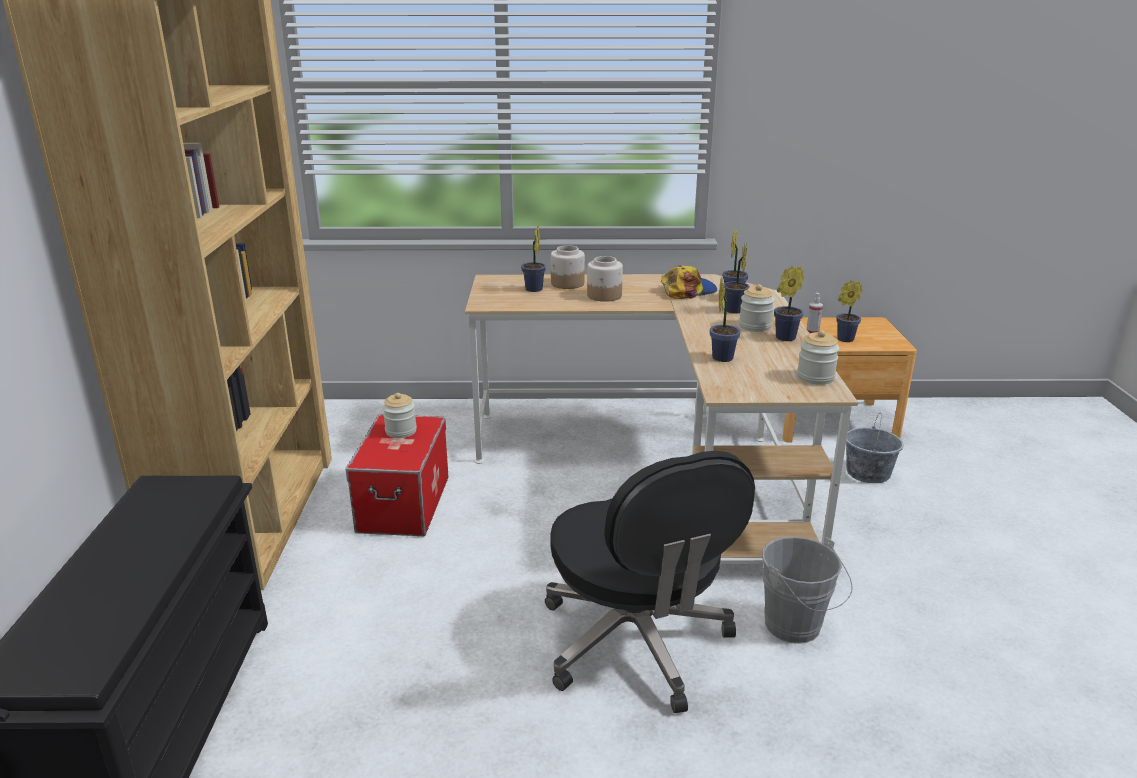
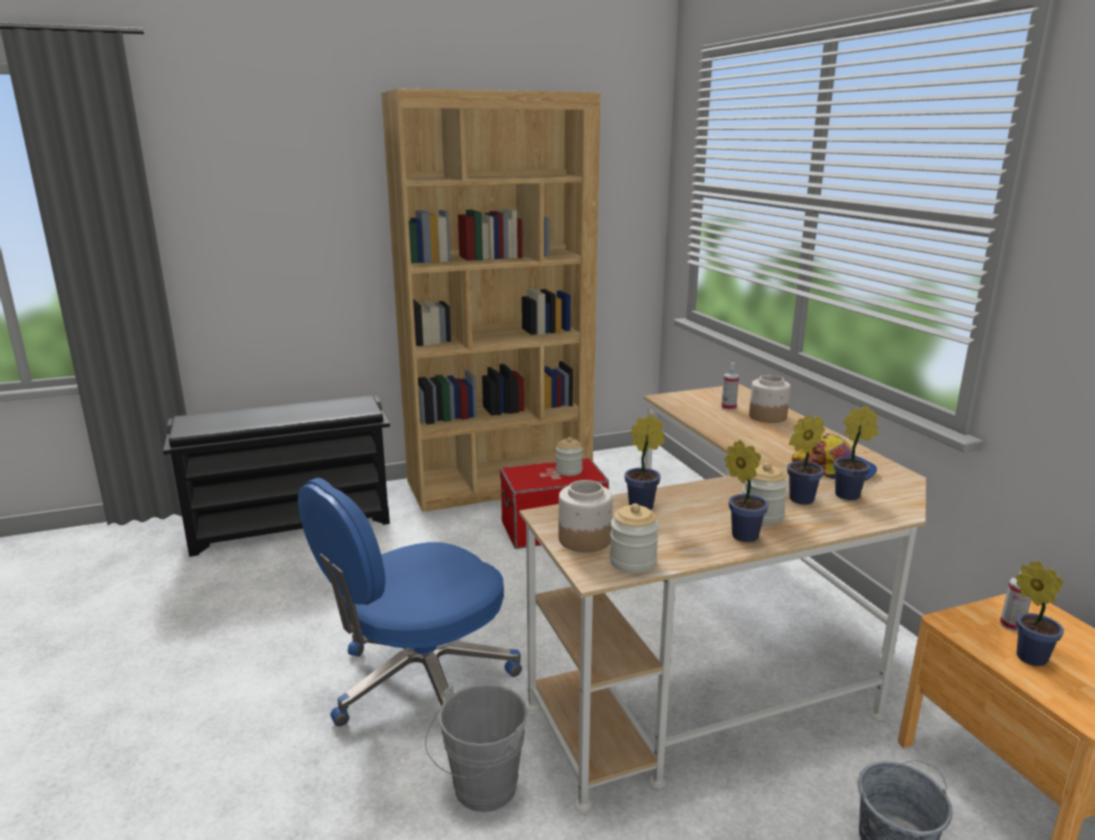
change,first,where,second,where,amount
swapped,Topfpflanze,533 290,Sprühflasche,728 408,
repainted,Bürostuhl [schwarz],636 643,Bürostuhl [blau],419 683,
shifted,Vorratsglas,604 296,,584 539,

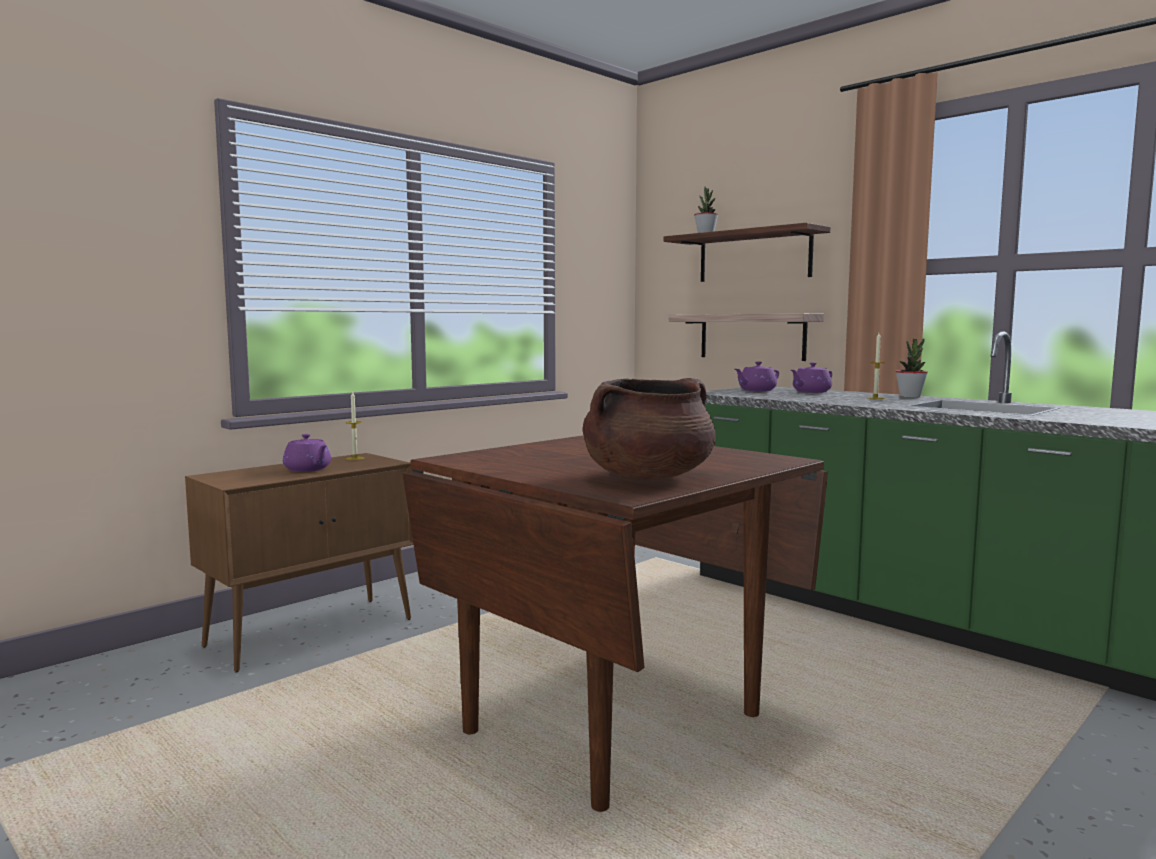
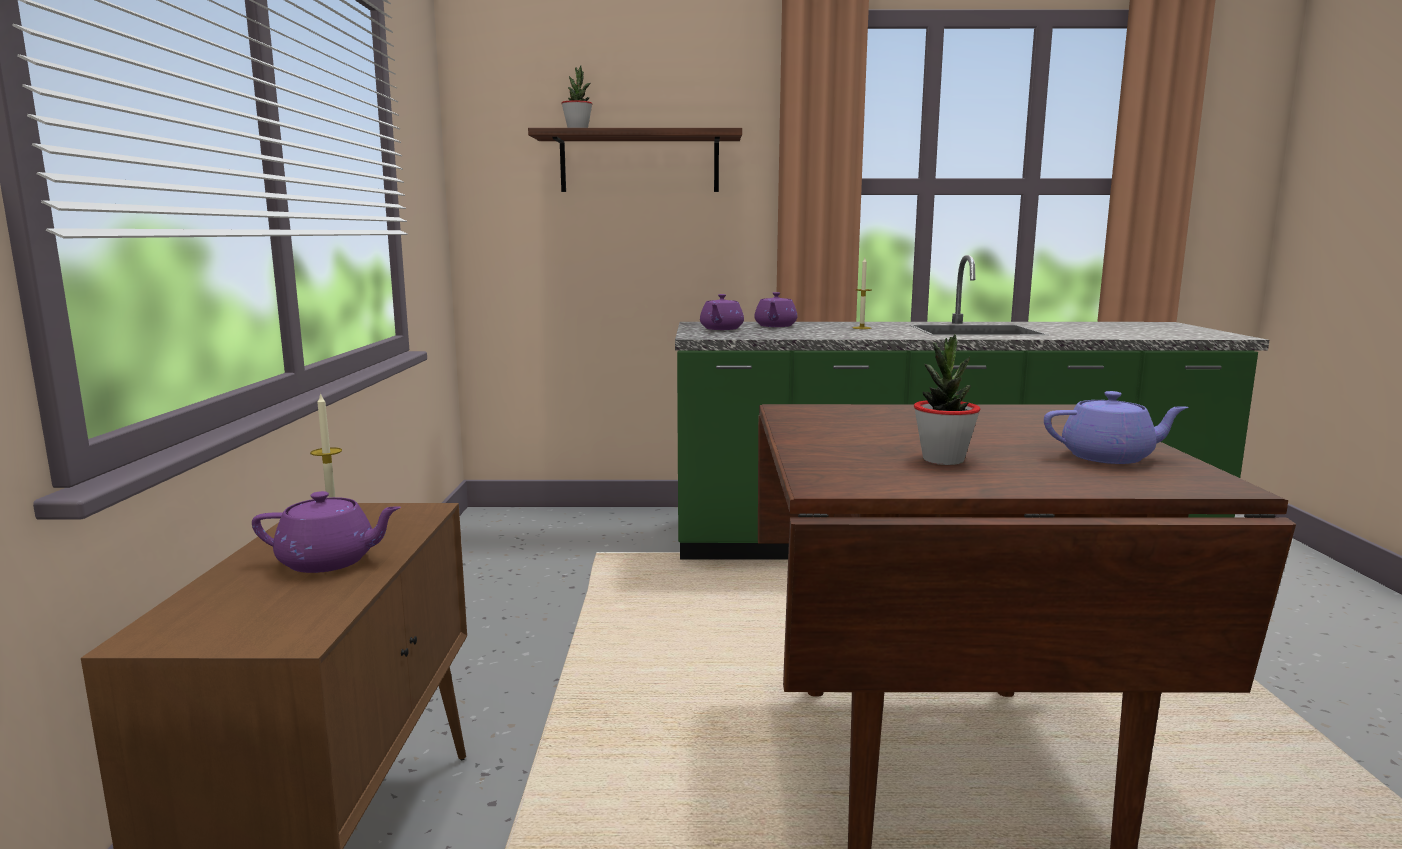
change,first,where,second,where,amount
swapped,Kochtopf [braun],648 477,Teekanne [lila],1109 457,
gone,Wandregal,752 336,,,
shifted,Topfpflanze,910 396,,943 460,

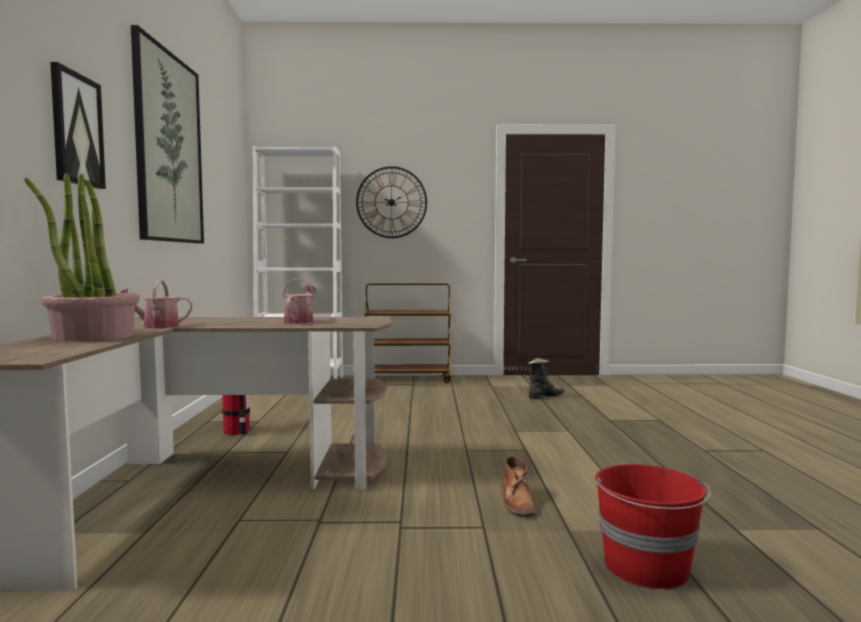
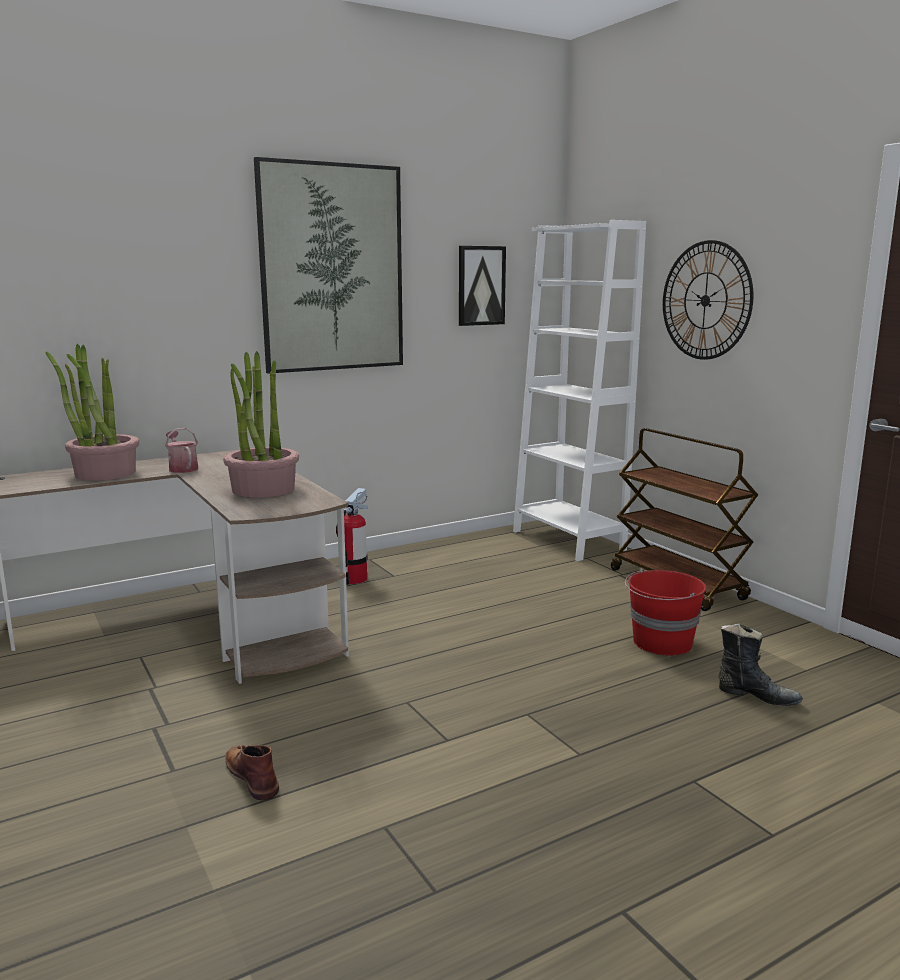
change,first,where,second,where,amount
shifted,Bild,76 129,,481 285,
swapped,Gießkanne,300 321,Topfpflanze,263 489,
rotated,Stiefel [braun],517 502,,252 775,90 degrees clockwise
shifted,Eimer [rot],647 568,,661 643,

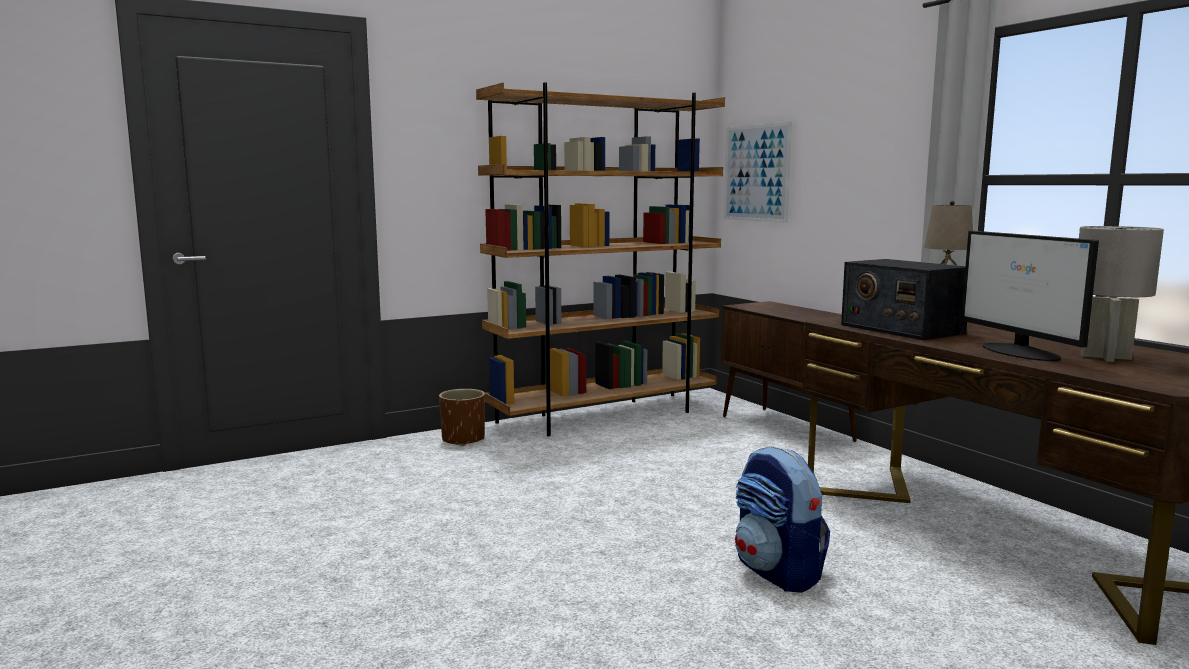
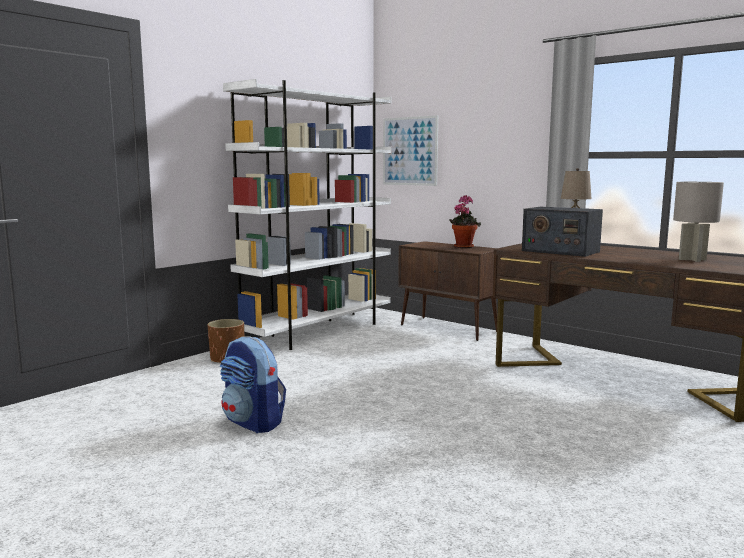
change,first,where,second,where,amount
repainted,Bücherregal [braun],605 415,Bücherregal [weiß],318 331,
shifted,Rucksack,778 572,,253 422,
gone,Monitor,1021 352,,,
new,,,Topfpflanze,463 246,

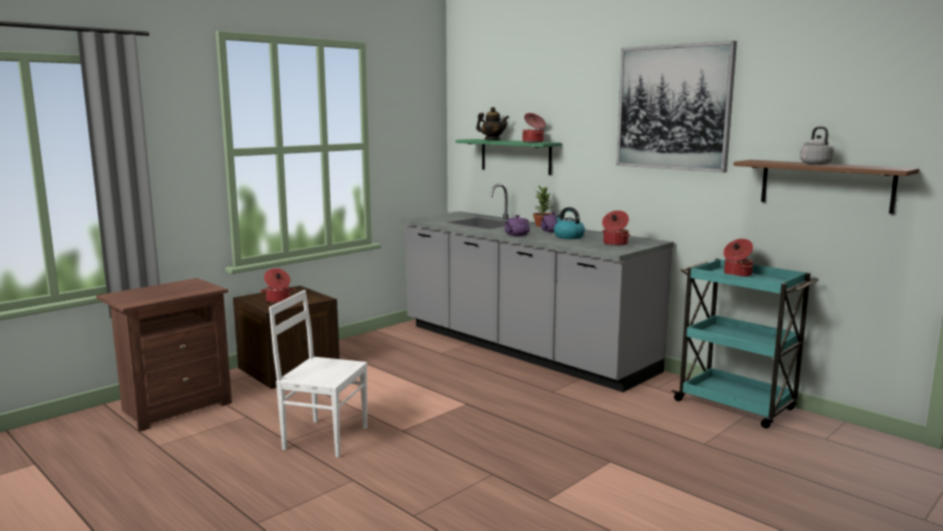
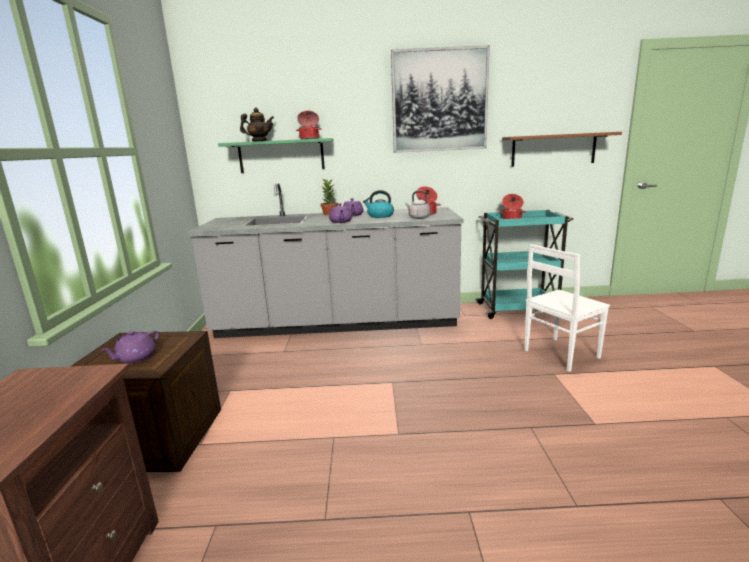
change,first,where,second,where,amount
swapped,Kochtopf,278 300,Teekanne [lila],135 358,
shifted,Stuhl [weiß],325 437,,559 354,
shifted,Wasserkessel [grau],814 164,,418 218,

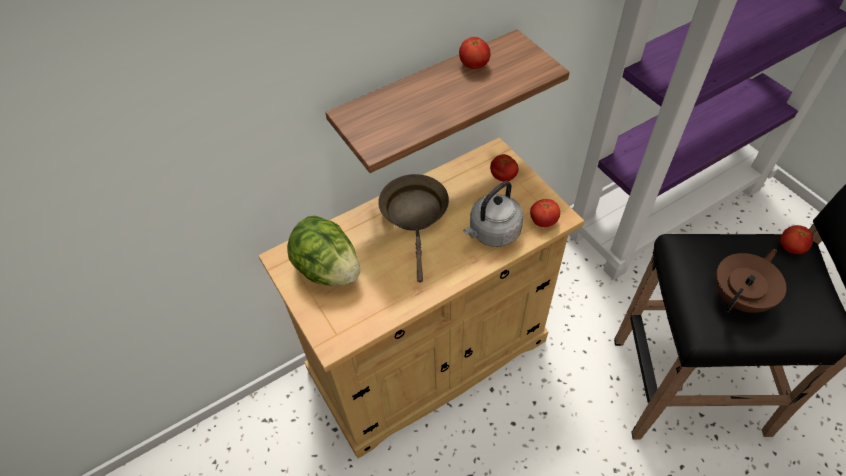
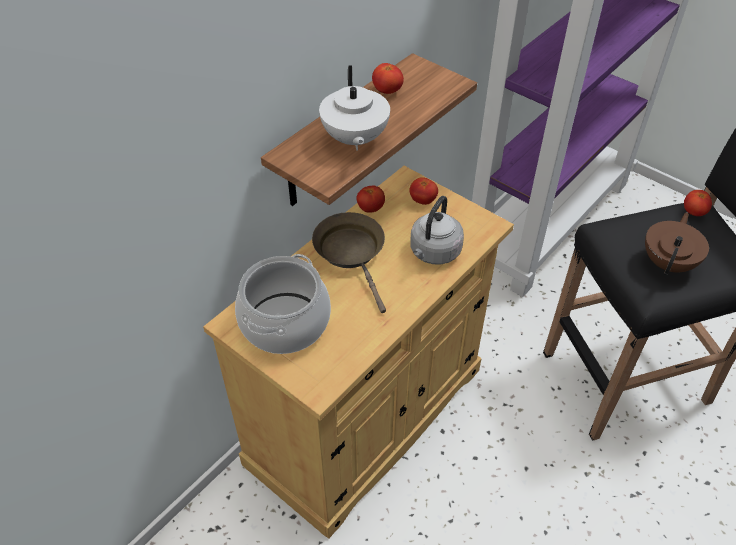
change,first,where,second,where,amount
swapped,Salatkopf,328 269,Kochtopf,284 322,
shifted,Tomate,543 221,,370 208,
new,,,Teekanne [weiß],354 139,

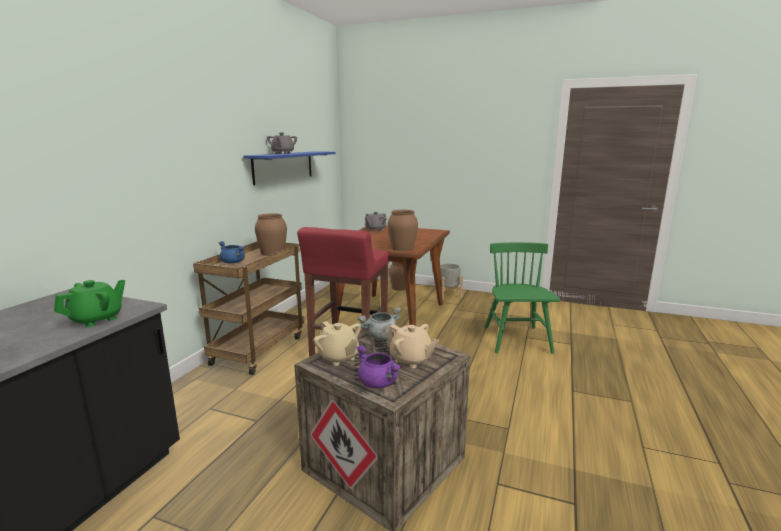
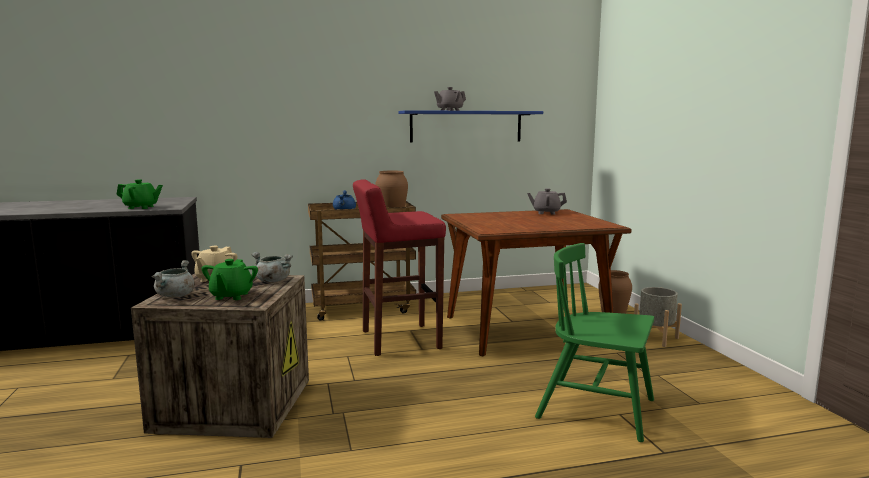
change,first,where,second,where,amount
repainted,Kochtopf [lila],379 384,Kochtopf [grau],175 296,
repainted,Teekanne [beige],411 360,Teekanne [grün],231 296,
gone,Vase [braun],402 248,,,
rotated,Stuhl [grün],516 340,,597 409,120 degrees counterclockwise

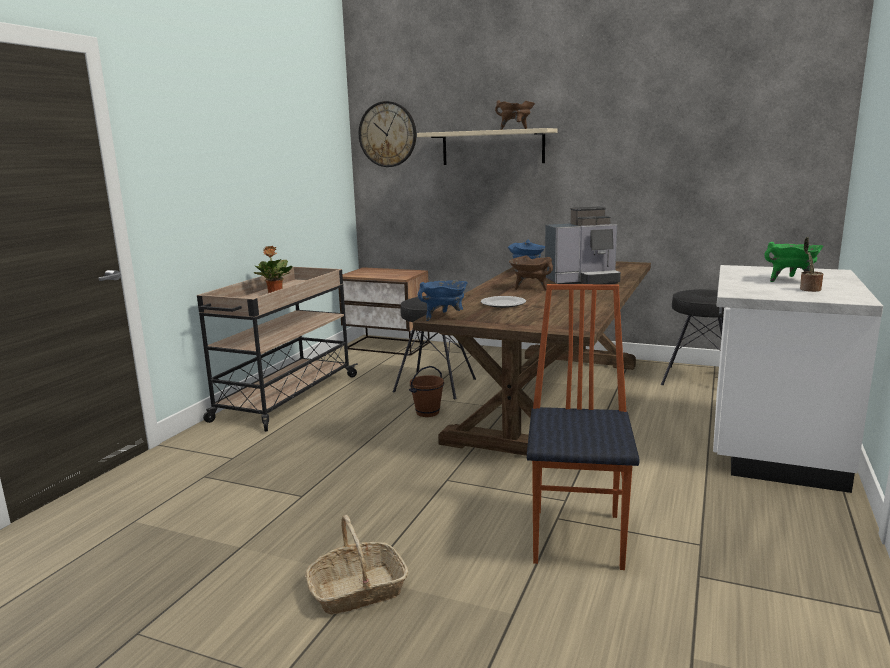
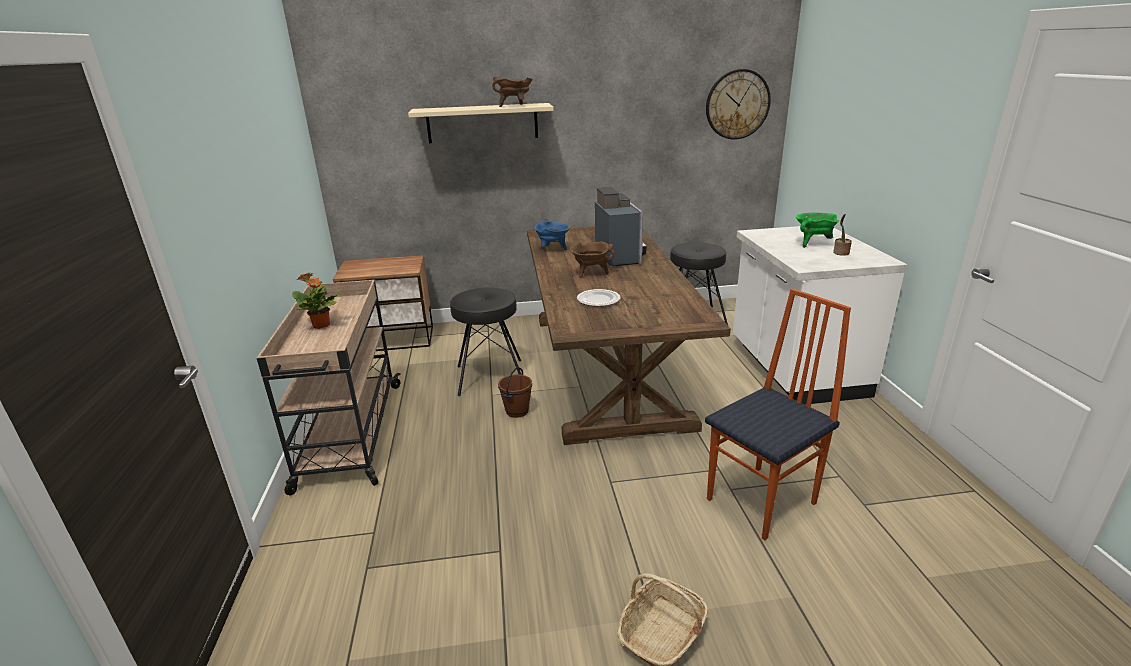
change,first,where,second,where,amount
shifted,Wanduhr,387 134,,737 104,
gone,Kochtopf [blau],444 317,,,
rotated,Stuhl,579 537,,763 501,75 degrees clockwise
rotated,Kaffeemaschine,583 281,,620 256,60 degrees counterclockwise

